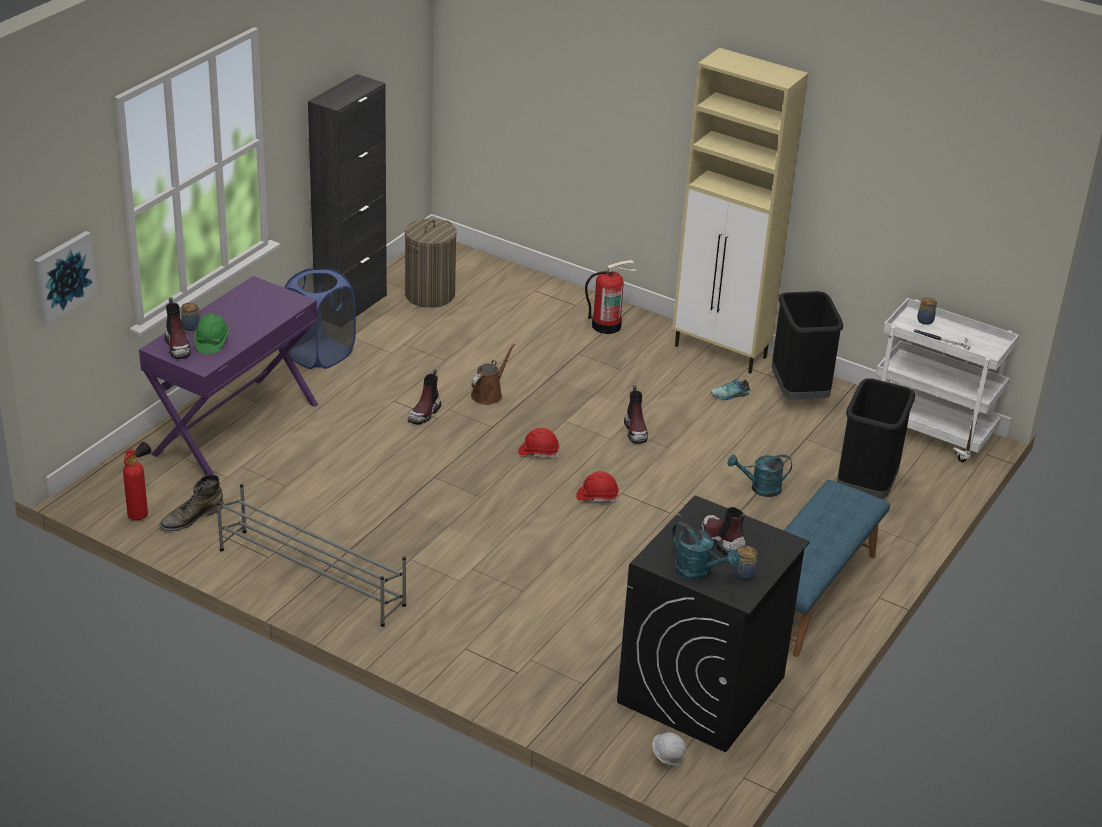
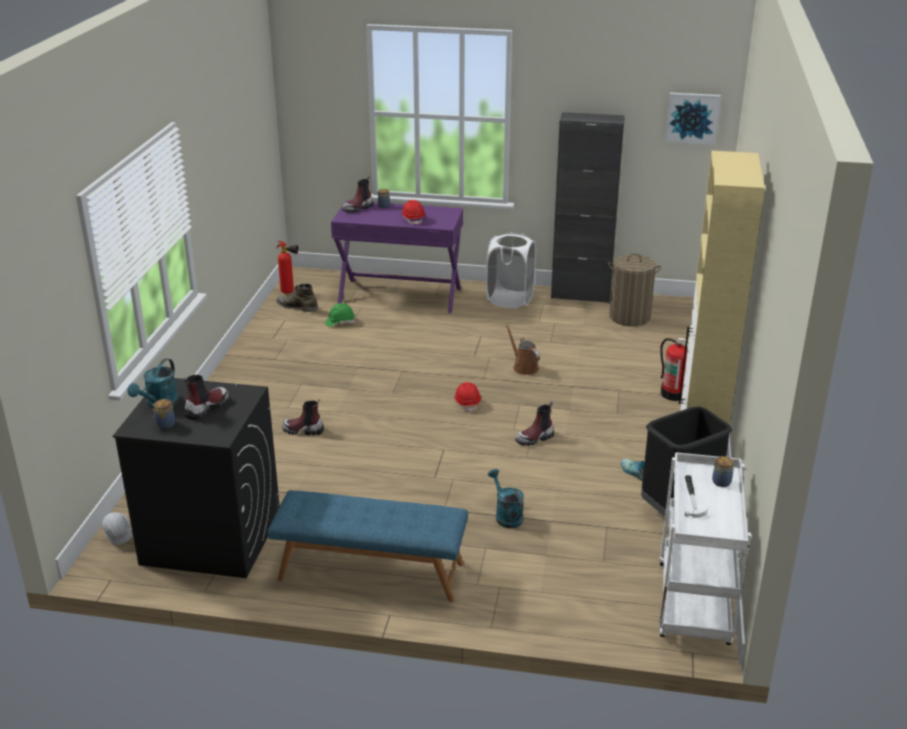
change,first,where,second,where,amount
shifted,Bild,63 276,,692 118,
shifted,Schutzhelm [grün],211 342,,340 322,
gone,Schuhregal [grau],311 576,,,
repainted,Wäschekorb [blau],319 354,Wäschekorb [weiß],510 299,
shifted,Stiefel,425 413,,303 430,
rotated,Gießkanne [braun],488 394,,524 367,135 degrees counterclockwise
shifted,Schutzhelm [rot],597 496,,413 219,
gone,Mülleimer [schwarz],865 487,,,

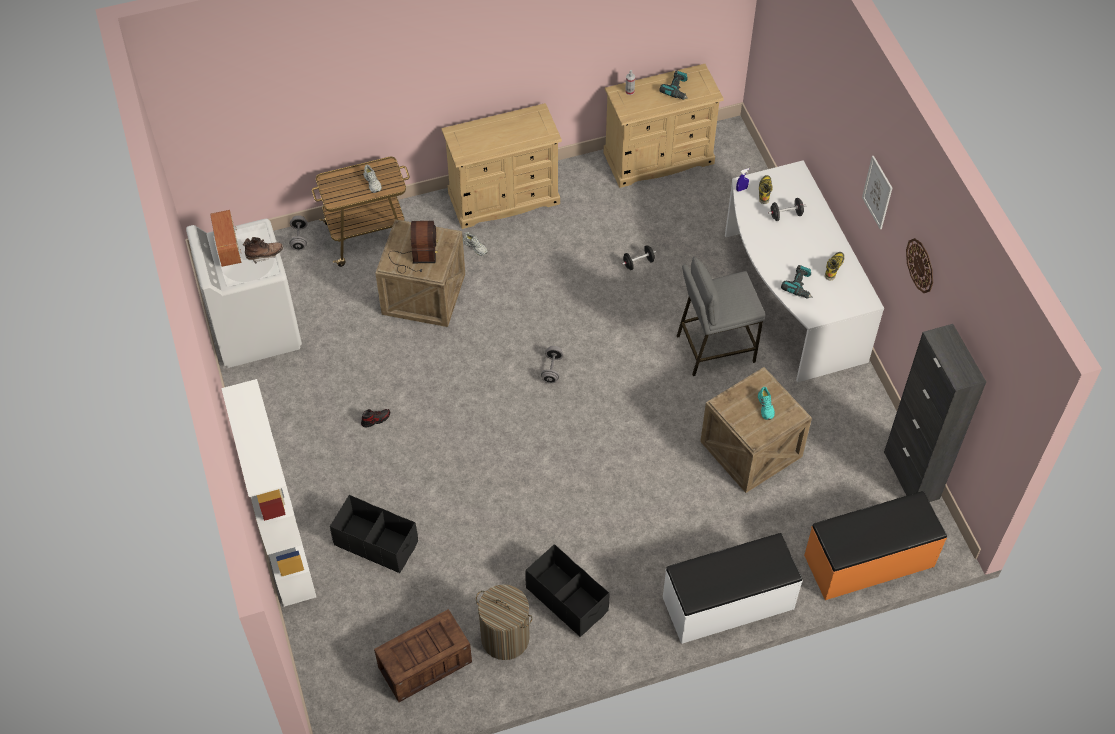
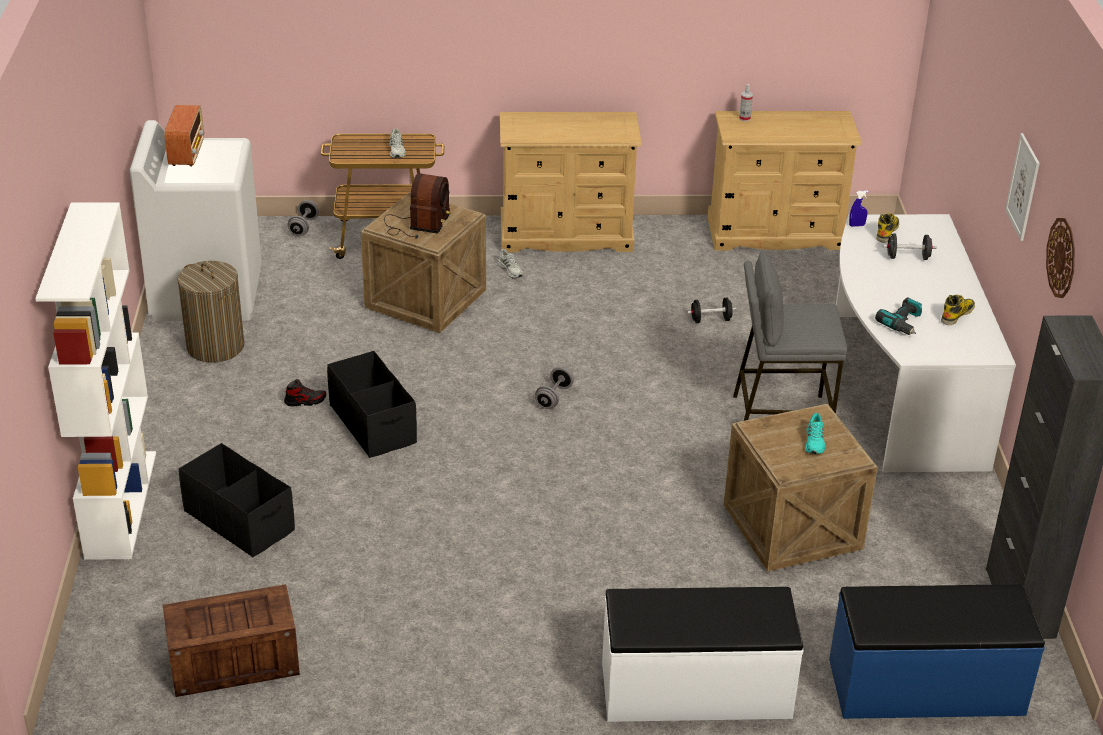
change,first,where,second,where,amount
gone,Stiefel [braun],265 255,,,
shifted,Wäschekorb,505 638,,215 346,
shifted,Aufbewahrungsbox [schwarz],567 599,,373 424,
gone,Bohrmaschine,677 89,,,
repainted,Bank [orange],869 561,Bank [blau],926 688,

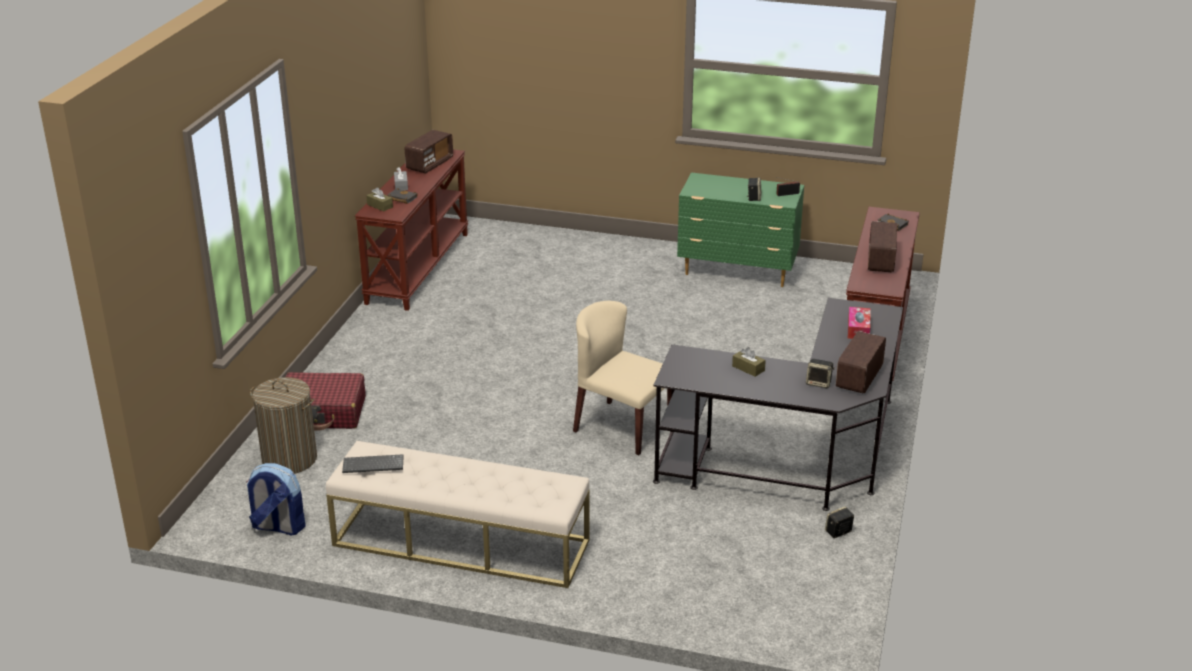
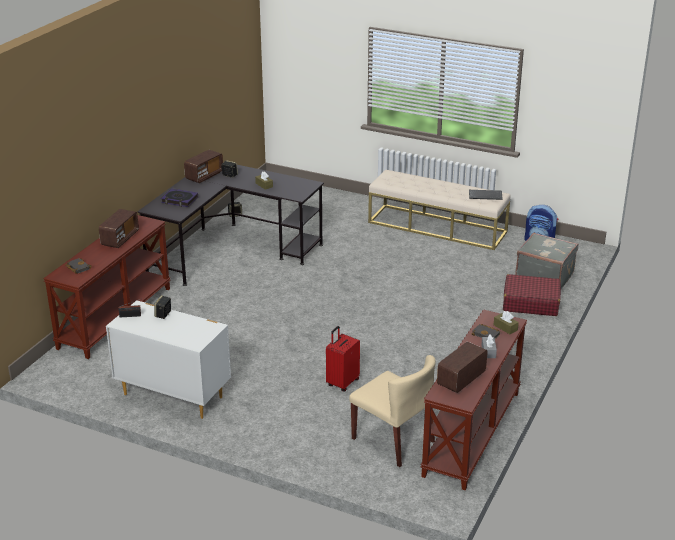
change,first,where,second,where,amount
swapped,Wäschekorb,289 459,Koffer [grau],544 276,
shifted,Stuhl [beige],622 427,,393 440,
repainted,Kommode [grün],738 272,Kommode [weiß],172 395,
swapped,Taschentuchbox,858 329,Buch,179 200,
new,,,Koffer [rot],342 382,

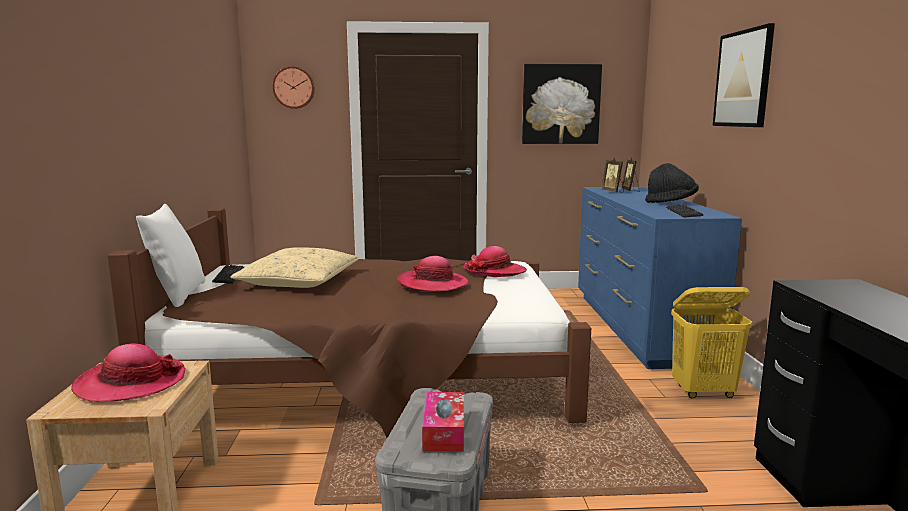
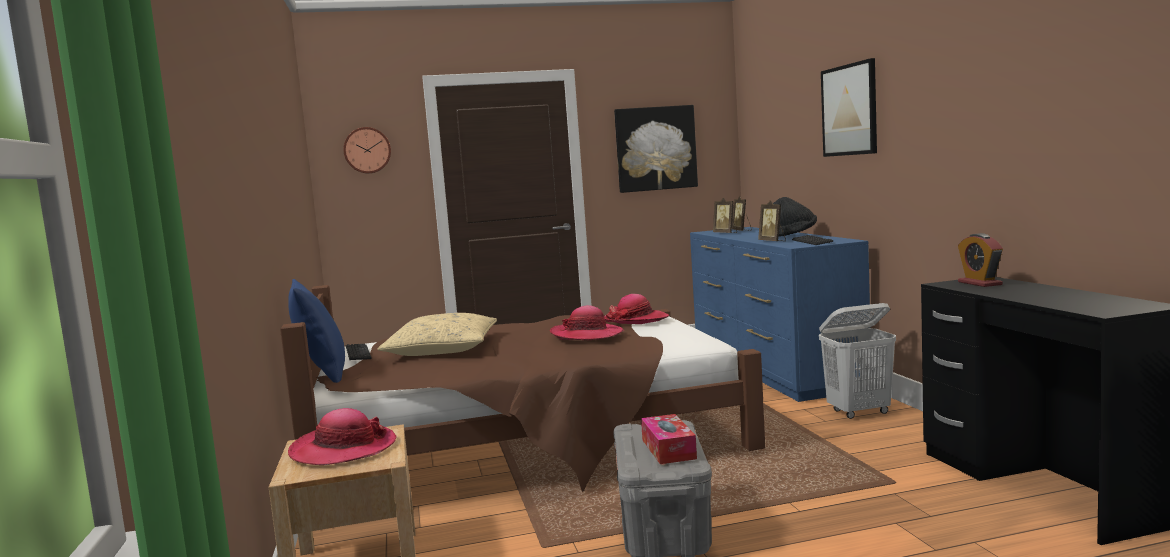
change,first,where,second,where,amount
repainted,Kissen [weiß],177 295,Kissen [blau],322 375,
repainted,Wäschekorb [gelb],704 392,Wäschekorb [weiß],859 412,
new,,,Bilderrahmen,773 241,
new,,,Wecker,979 283,

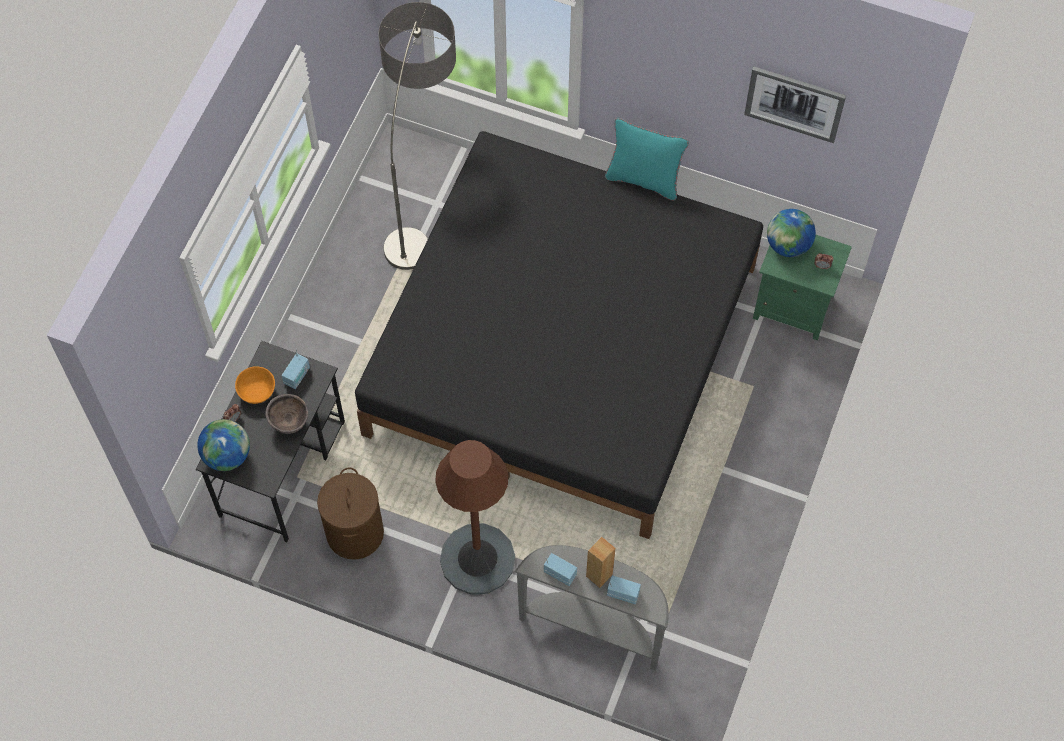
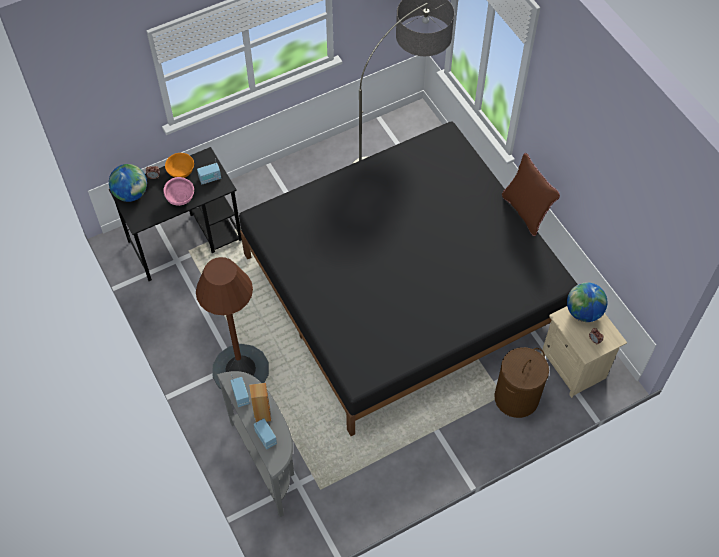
change,first,where,second,where,amount
repainted,Schüssel [braun],289 422,Schüssel [rosa],181 200,
shifted,Wäschekorb [braun],355 533,,516 398,
repainted,Kissen [türkis],644 179,Kissen [braun],525 211,
gone,Bild,794 103,,,
repainted,Nachttisch [grün],793 306,Nachttisch [beige],574 366,

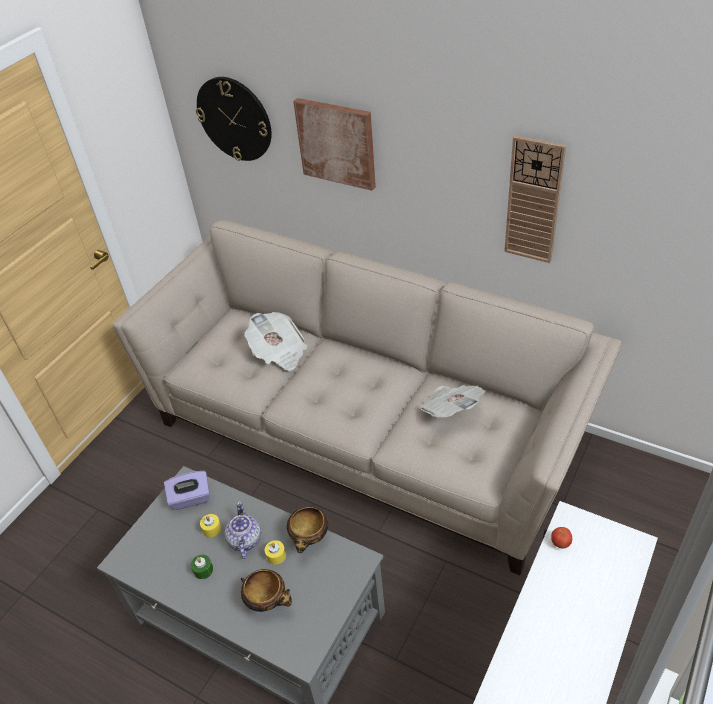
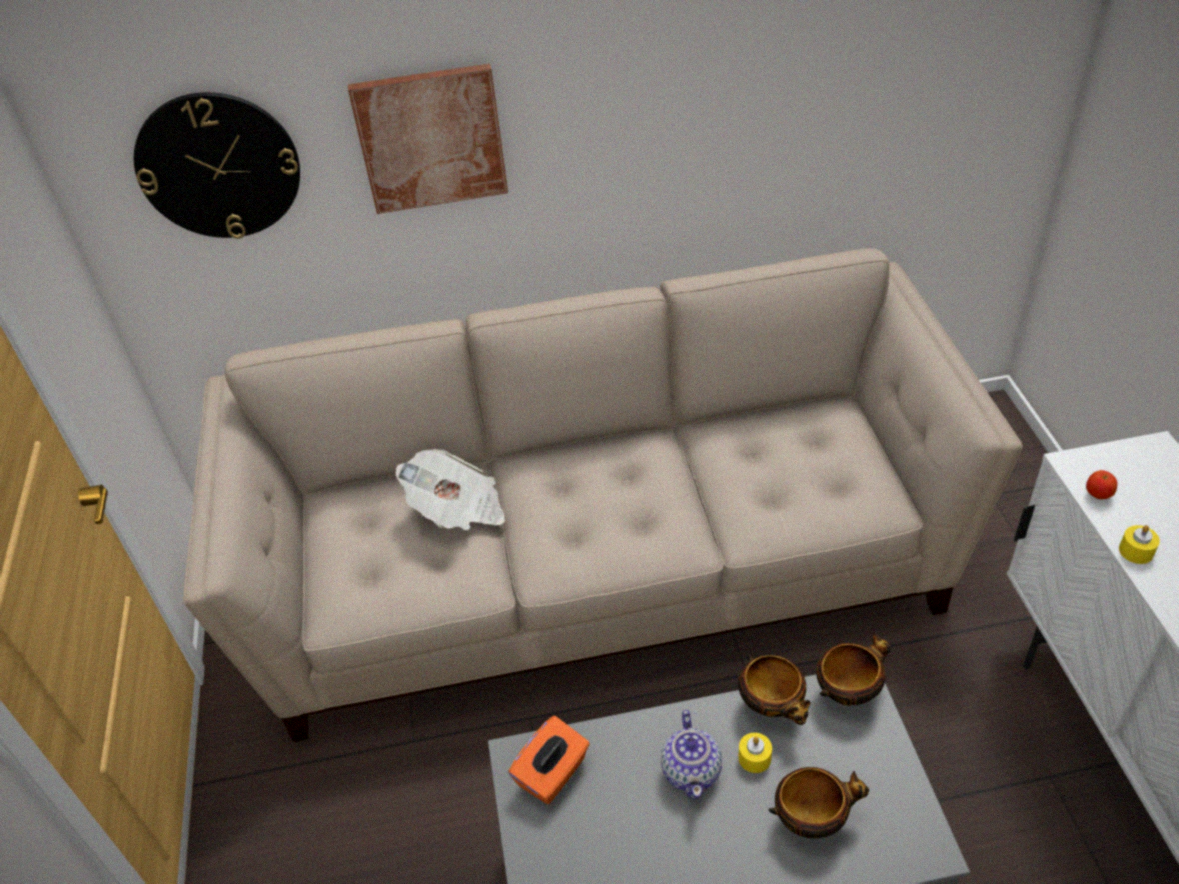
change,first,where,second,where,amount
repainted,Taschentuchbox [lila],191 499,Taschentuchbox [orange],552 774,
gone,Kerze [grün],203 570,,,
shifted,Kerze [gelb],212 529,,1136 551,
rotated,Teekanne,244 540,,692 771,135 degrees counterclockwise
gone,Zeitung,450 410,,,
gone,Wanduhr,533 201,,,
new,,,Schüssel,848 691,

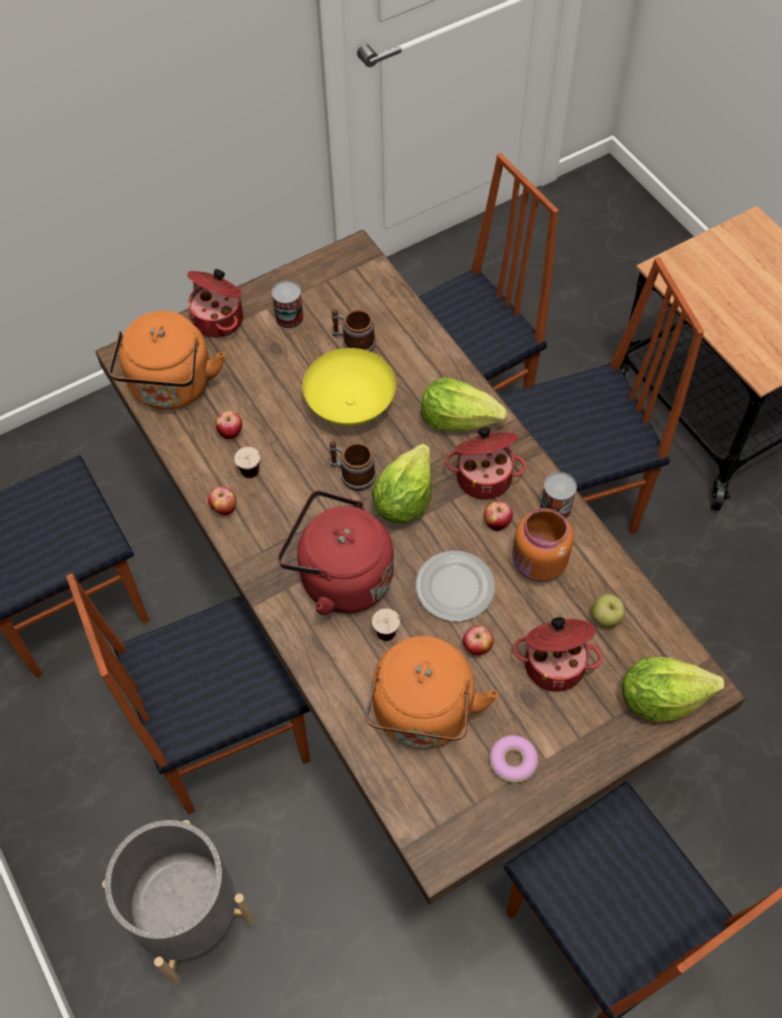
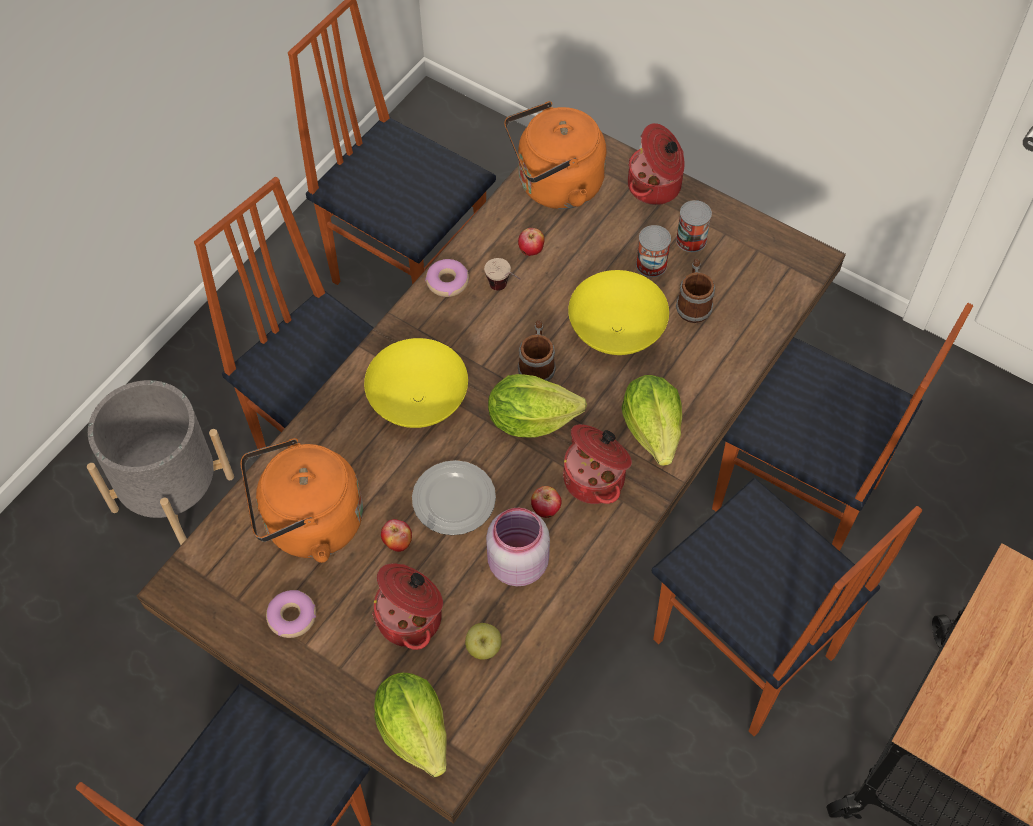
change,first,where,second,where,amount
swapped,Apfel,224 509,Donut,447 282,
swapped,Wasserkessel [rot],340 577,Schüssel [gelb],420 401,
gone,Tasse,397 630,,,
repainted,Vorratsglas [orange],538 564,Vorratsglas [rosa],516 564,
shifted,Dose,555 509,,651 264,

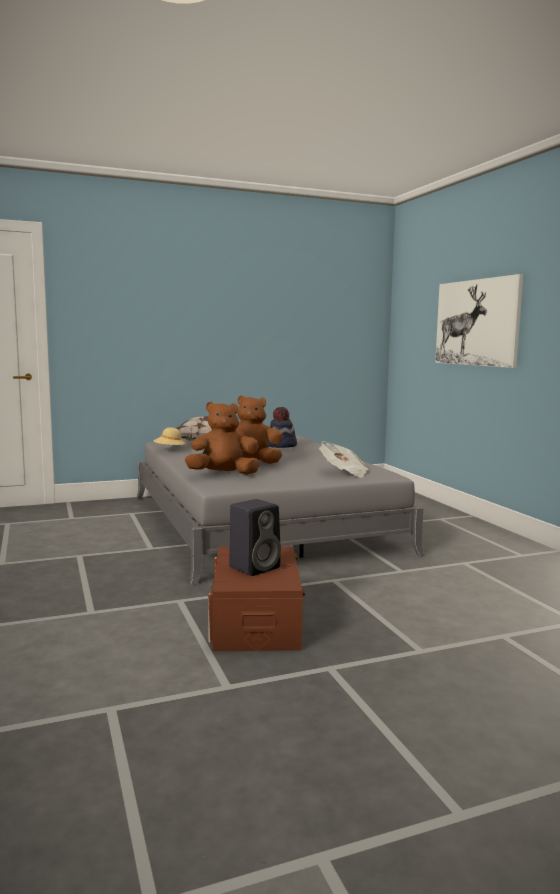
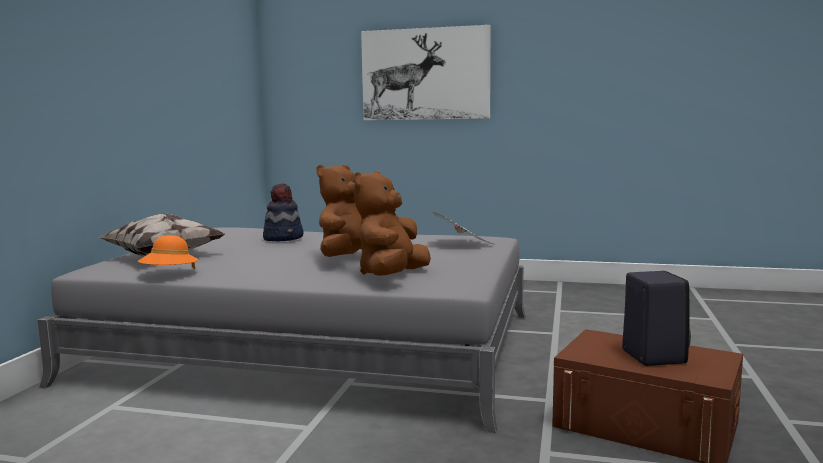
change,first,where,second,where,amount
repainted,Hut [beige],169 450,Hut [orange],169 274,

